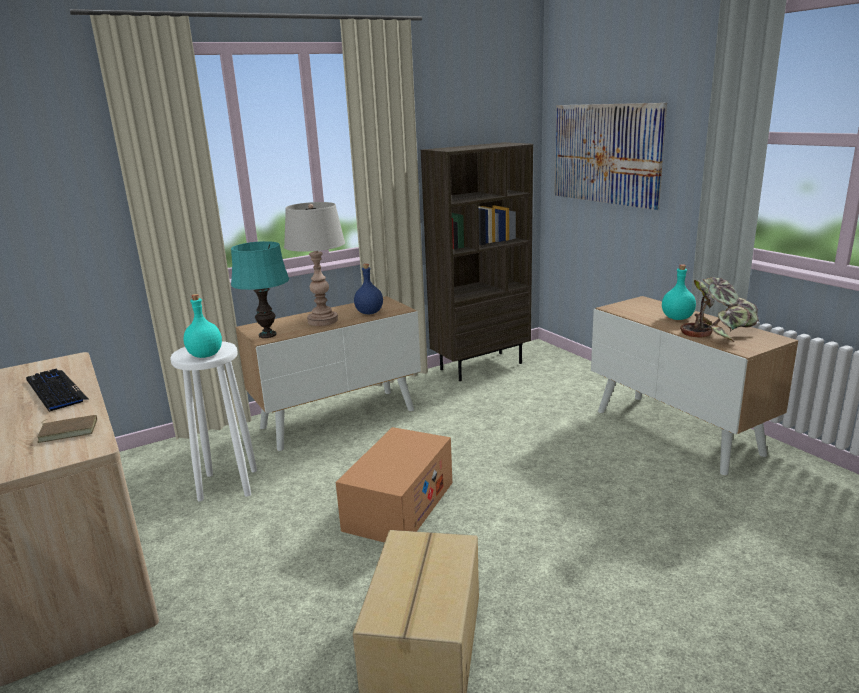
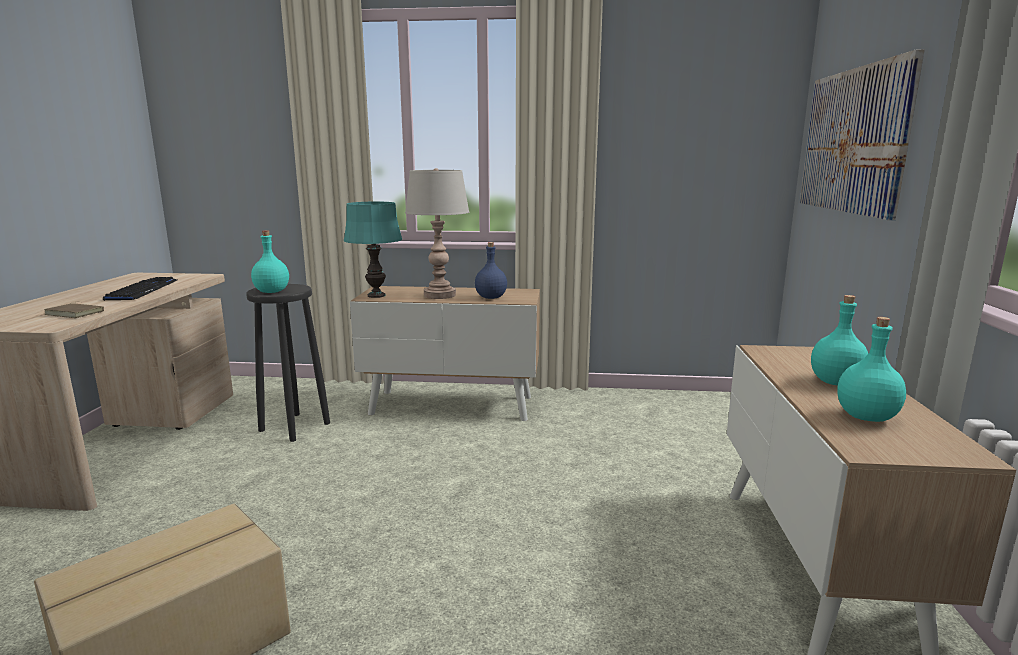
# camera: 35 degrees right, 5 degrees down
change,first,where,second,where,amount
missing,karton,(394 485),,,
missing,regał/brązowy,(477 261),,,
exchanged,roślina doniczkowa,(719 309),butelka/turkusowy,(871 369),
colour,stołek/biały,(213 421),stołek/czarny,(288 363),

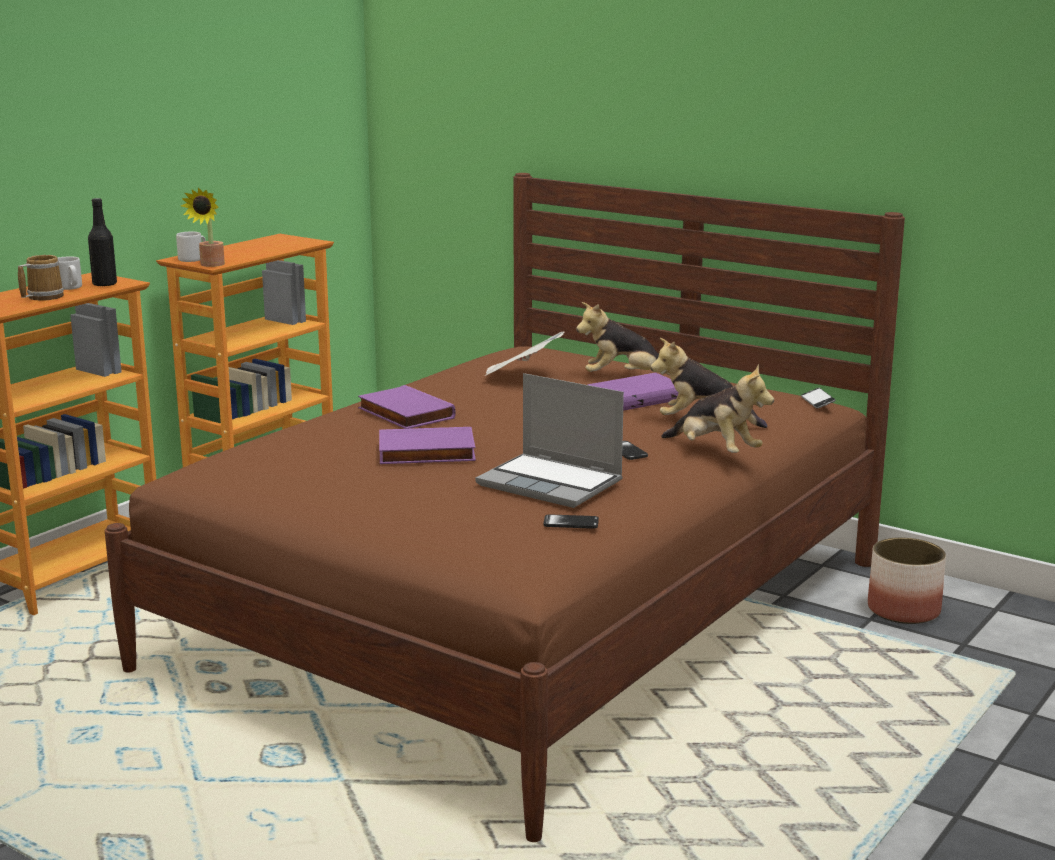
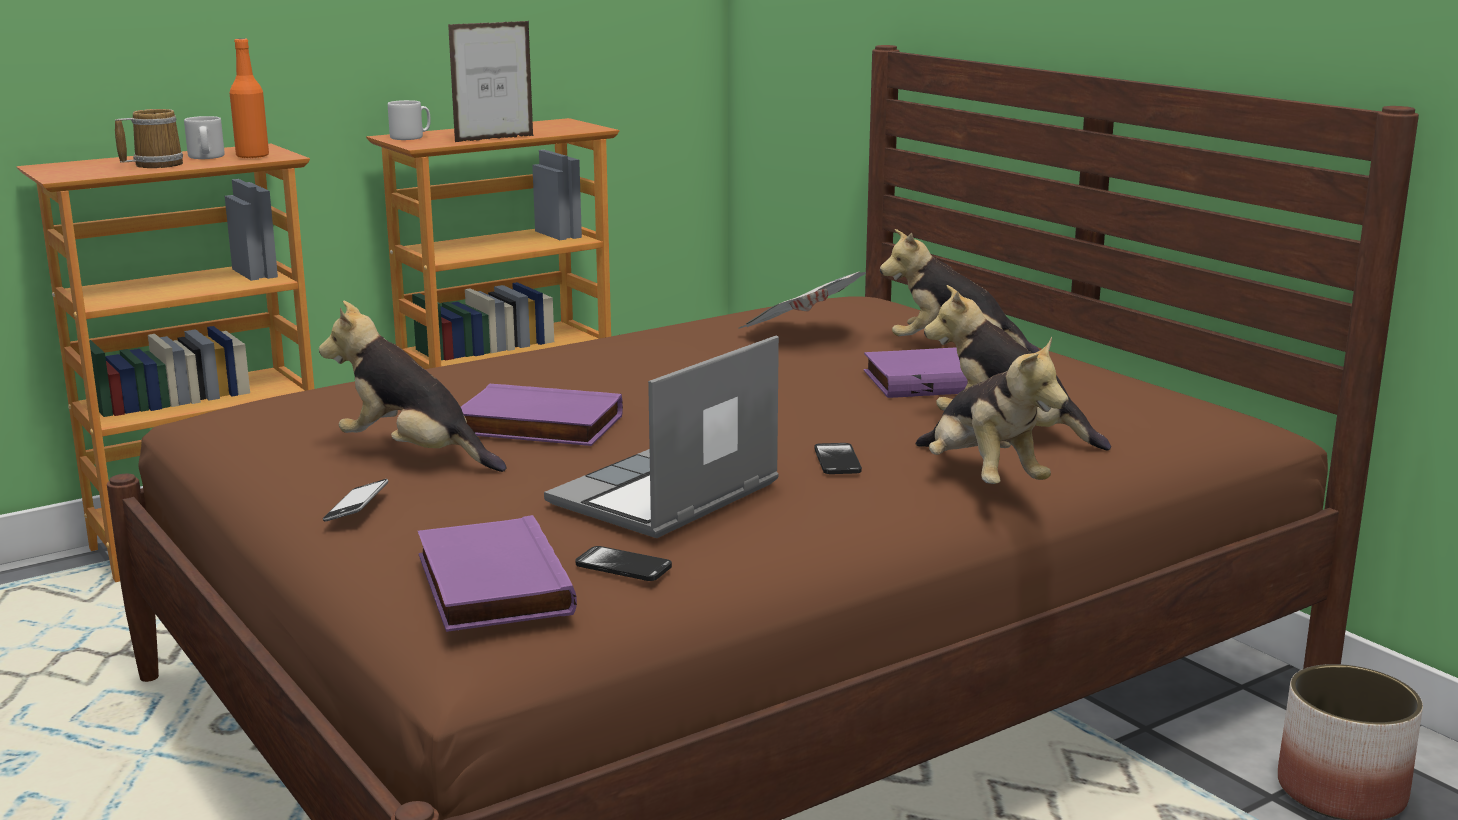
# camera: 20 degrees right, 0 degrees up
change,first,where,second,where,amount
missing,roślina doniczkowa,(203 227),,,
appeared,,,pluszak,(413 386),
appeared,,,ramka na zdjęcie,(491 81),
relocated,książka/fioletowy,(407 407),,(497 573),
relocated,telefon,(818 398),,(356 500),
colour,butelka/czarny,(102 242),butelka/pomarańczowy,(249 98),
spun,laptop,(550 440),,(661 437),75 degrees clockwise

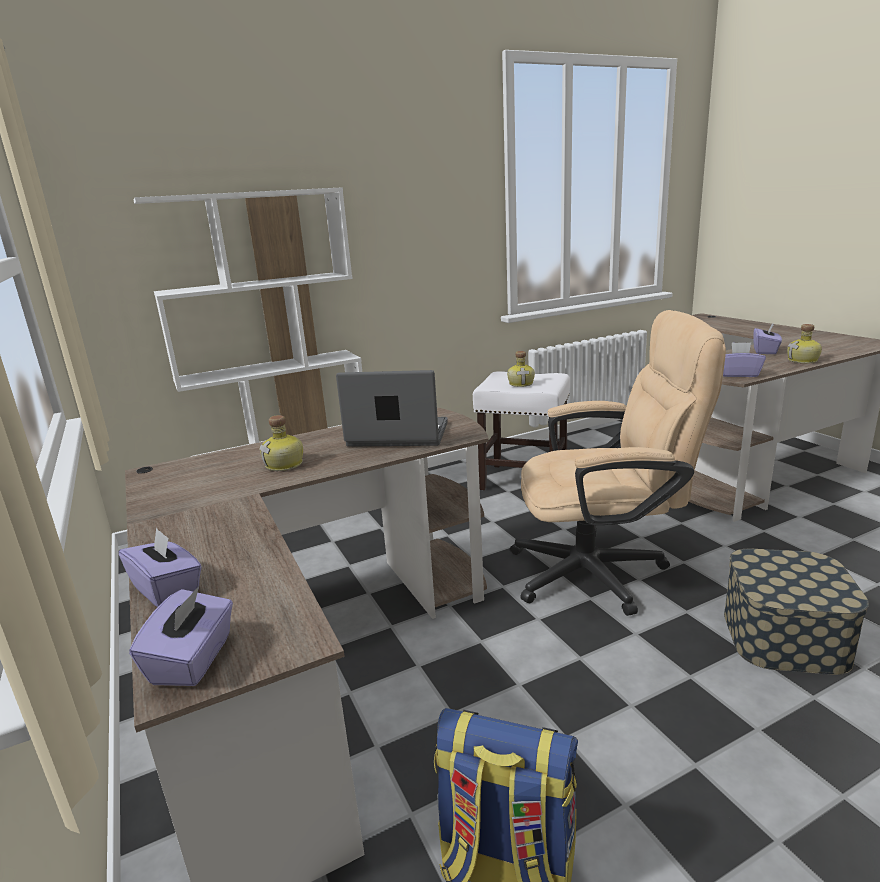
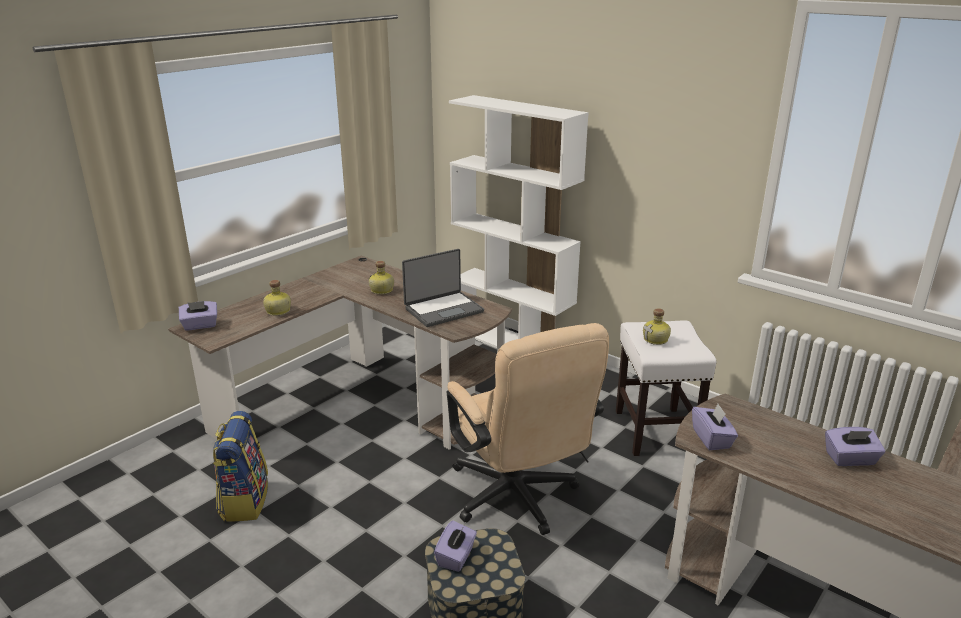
# camera: 65 degrees right, 5 degrees up
change,first,where,second,where,amount
relocated,pudełko chusteczek/fioletowy,(160 567),,(455 546),
relocated,butelka,(804 343),,(277 298),
spun,laptop,(392 408),,(443 288),75 degrees clockwise

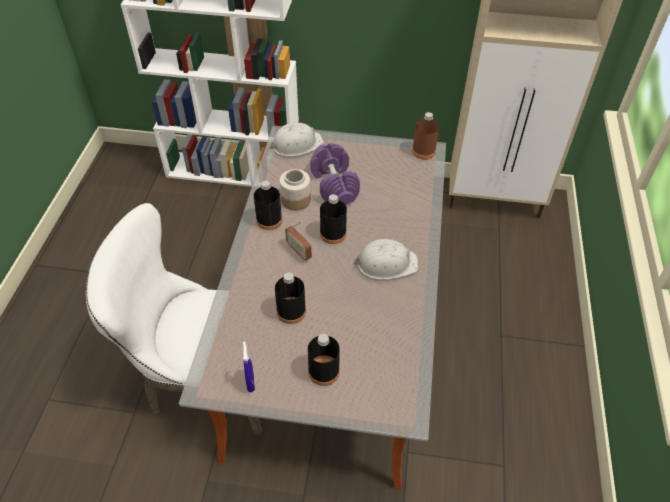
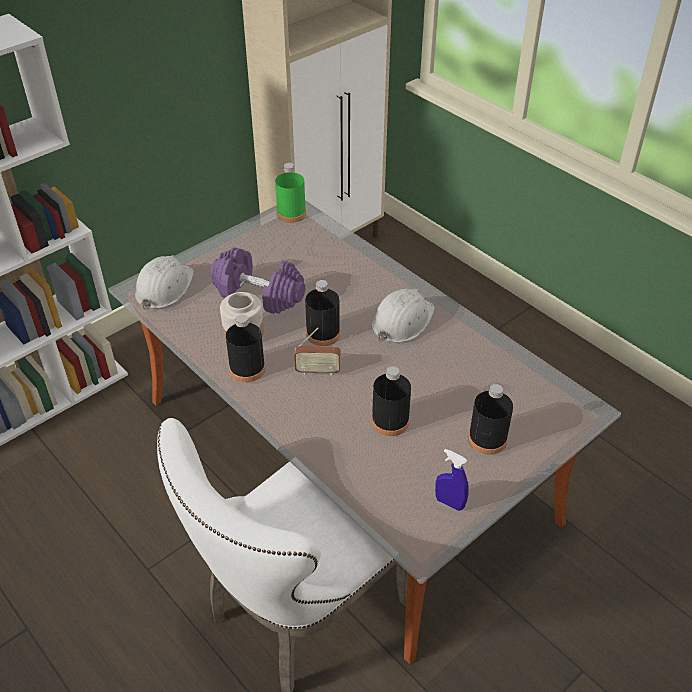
# camera: 50 degrees left, 5 degrees down
change,first,where,second,where,amount
colour,butelka/brązowy,(425 136),butelka/zielony,(290 193),

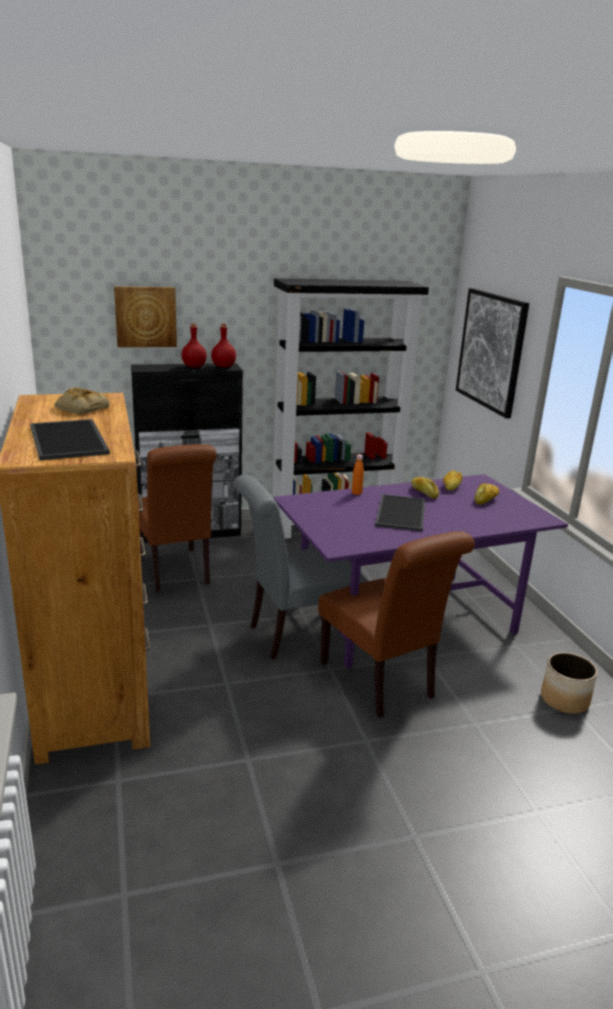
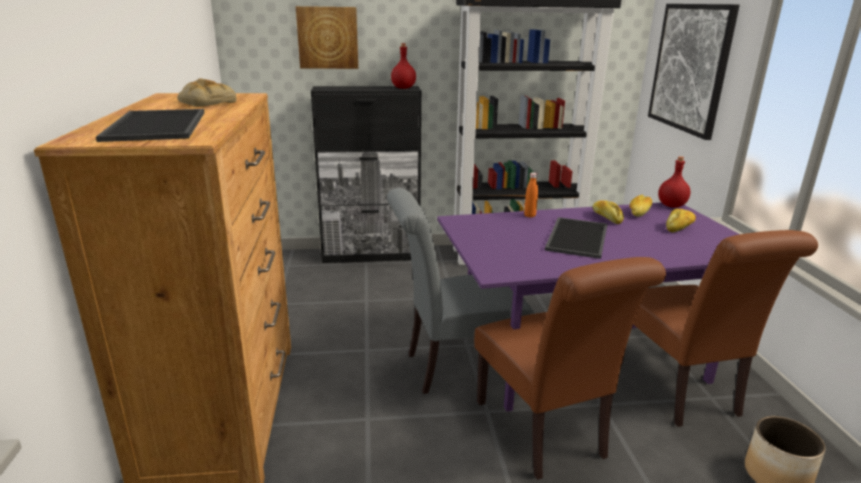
# camera: 10 degrees right, 0 degrees up
change,first,where,second,where,amount
relocated,krzesło/brązowy,(177 518),,(720 328),
relocated,butelka/czerwony,(194 345),,(674 182),

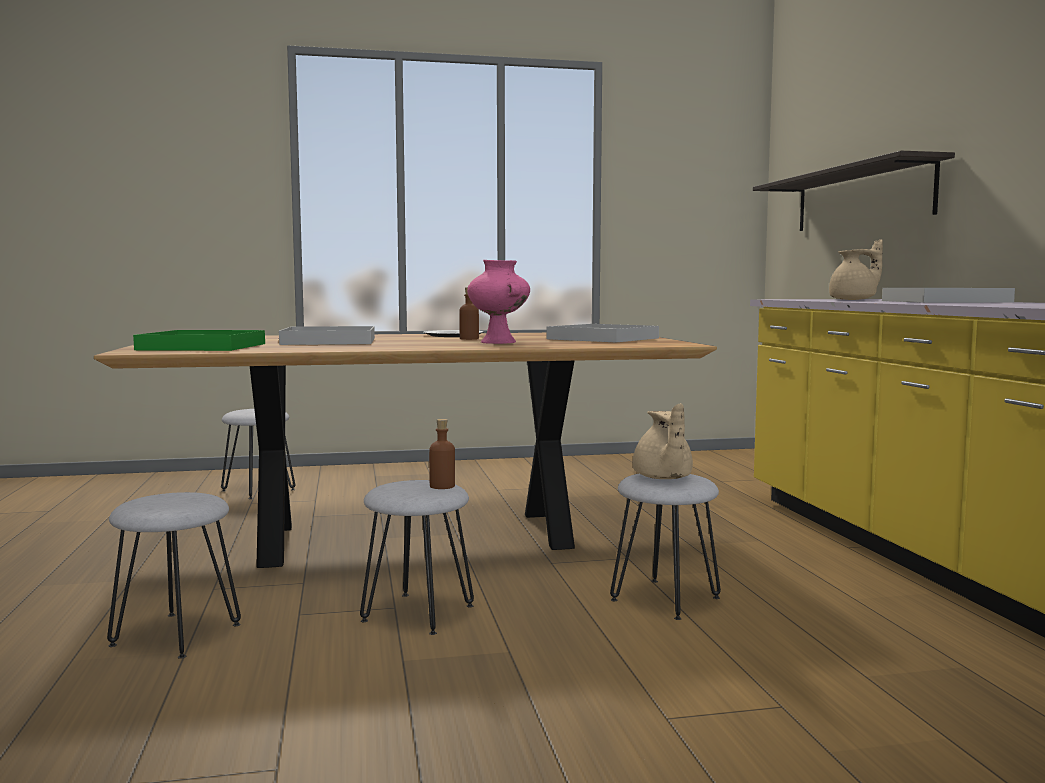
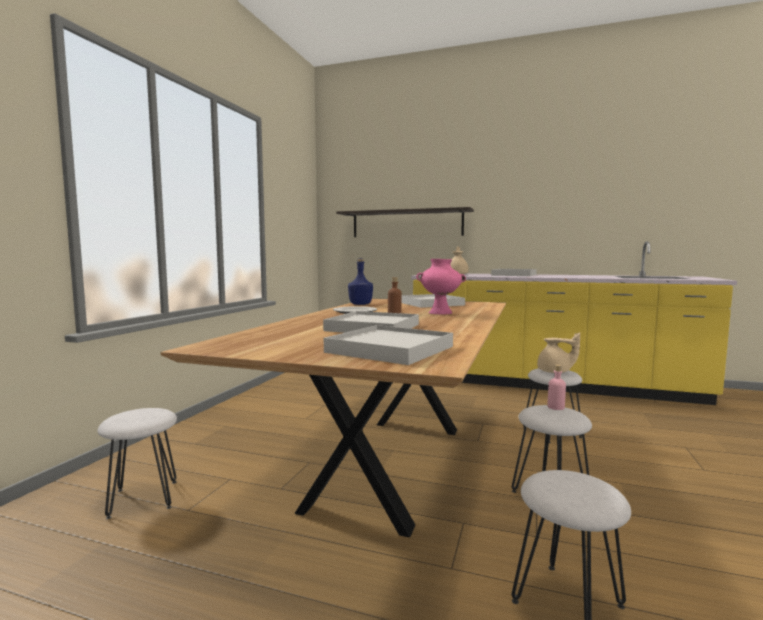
# camera: 60 degrees left, 0 degrees up
change,first,where,second,where,amount
appeared,,,butelka/niebieski,(360 281),
colour,taca/zielony,(199 340),taca/biały,(388 345),
colour,butelka/brązowy,(442 454),butelka/różowy,(556 387),

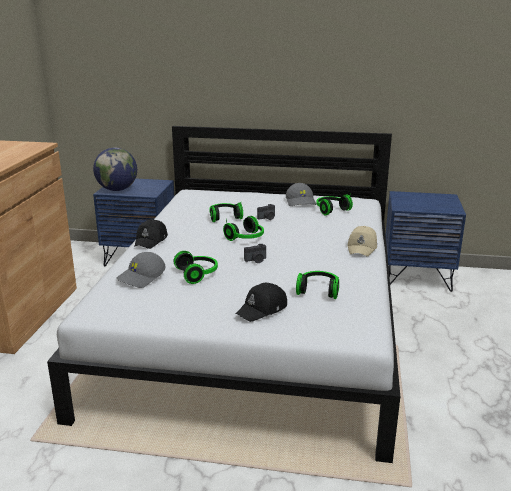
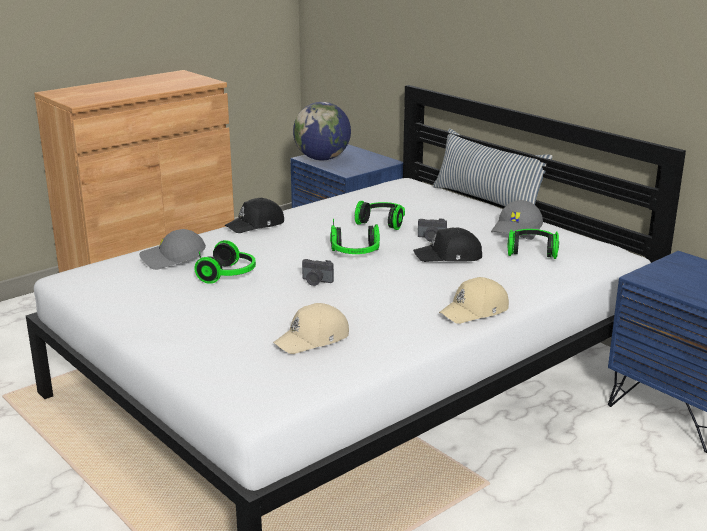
# camera: 40 degrees right, 0 degrees up
change,first,where,second,where,amount
appeared,,,poduszka,(493 167),
relocated,czapka z daszkiem/czarny,(261 302),,(447 245),
exchanged,słuchawki,(317 285),czapka z daszkiem/beżowy,(311 328),

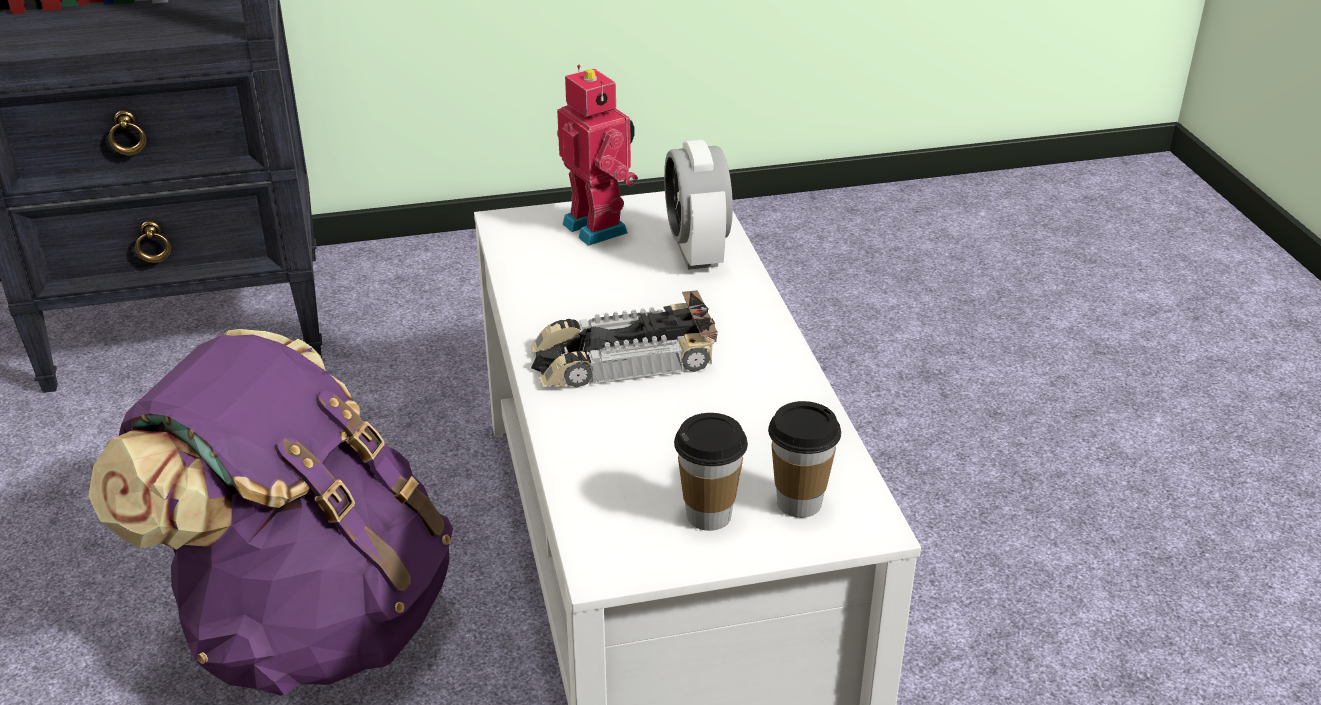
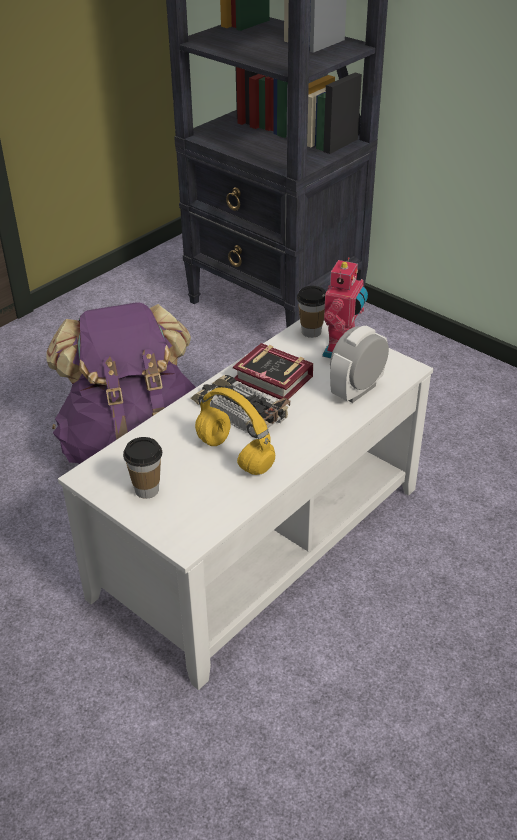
# camera: 55 degrees right, 5 degrees up
change,first,where,second,where,amount
appeared,,,słuchawki/żółty,(235 431),
appeared,,,książka,(273 371),
relocated,filiżanka,(804 459),,(311 312),

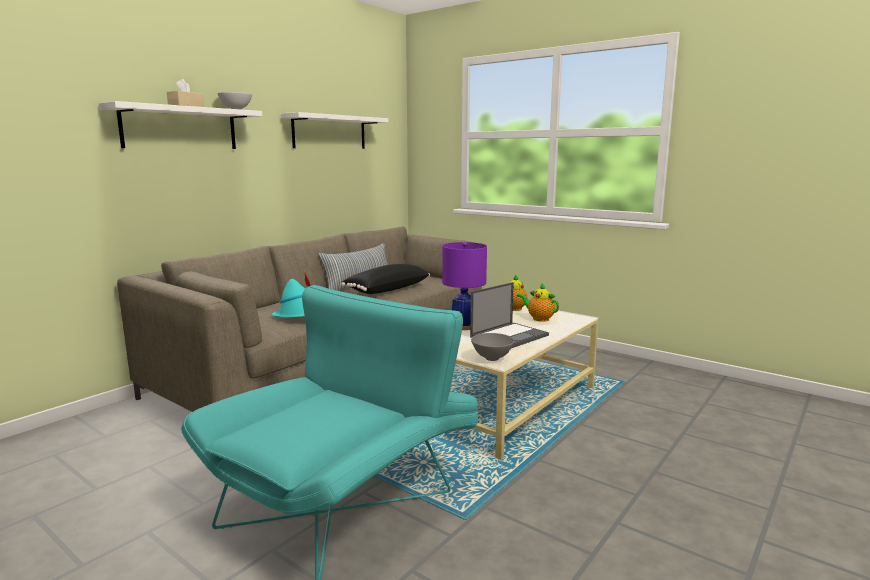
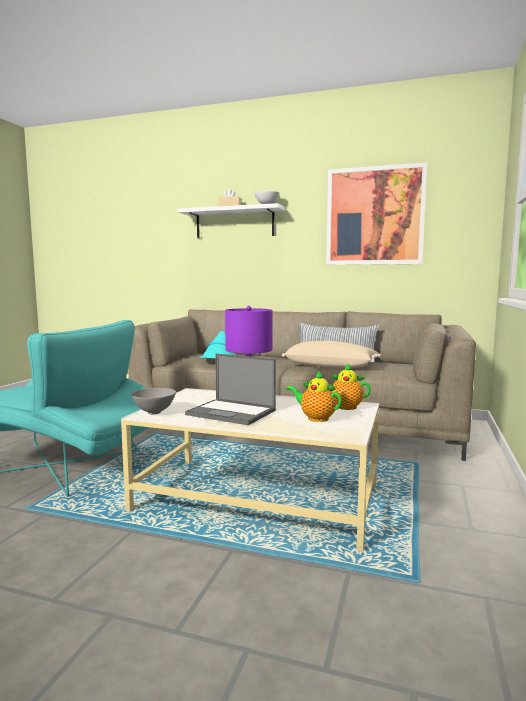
# camera: 70 degrees right, 5 degrees down
change,first,where,second,where,amount
exchanged,półka/biały,(334 130),obraz,(376 213),
colour,poduszka/czarny,(385 279),poduszka/beżowy,(331 354),
spun,imbryk,(538 302),,(314 396),75 degrees counterclockwise

